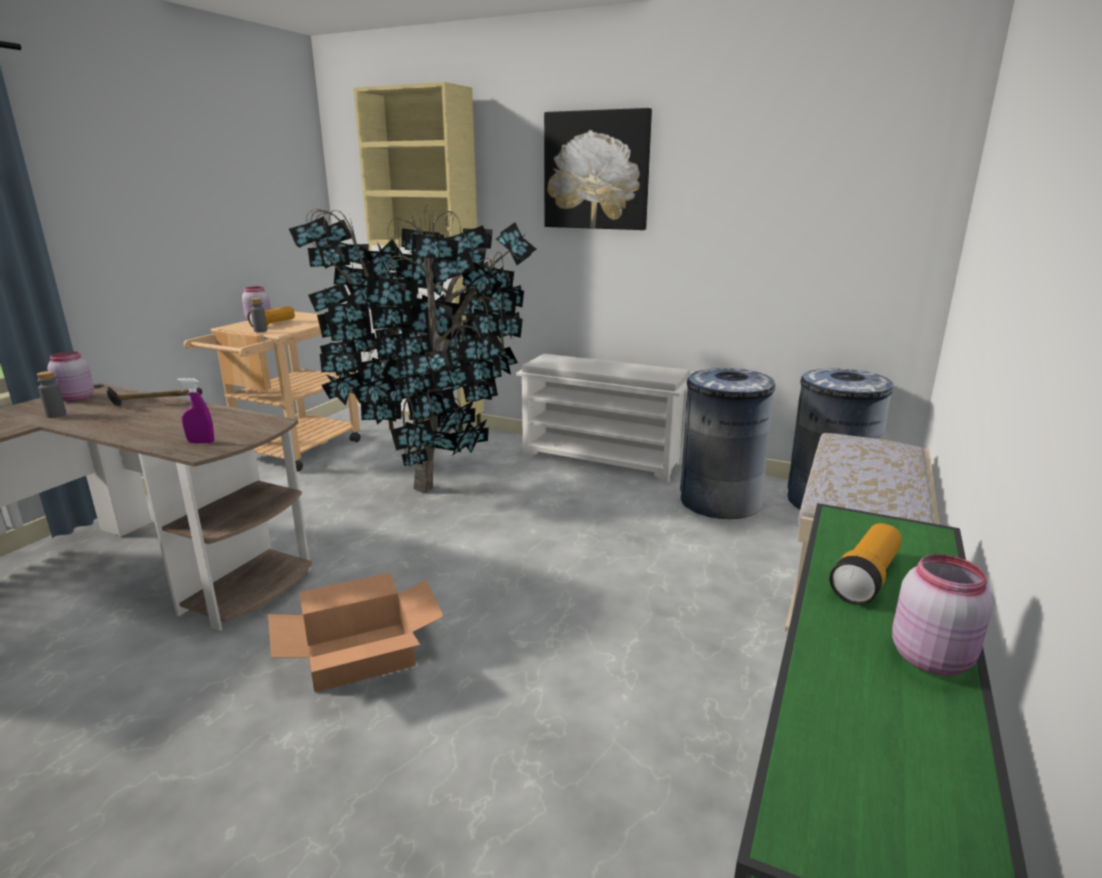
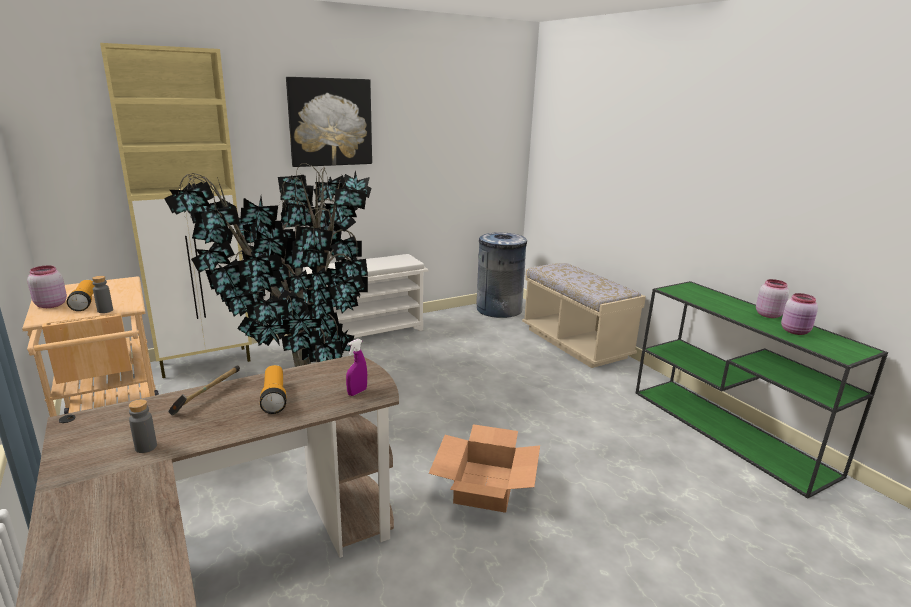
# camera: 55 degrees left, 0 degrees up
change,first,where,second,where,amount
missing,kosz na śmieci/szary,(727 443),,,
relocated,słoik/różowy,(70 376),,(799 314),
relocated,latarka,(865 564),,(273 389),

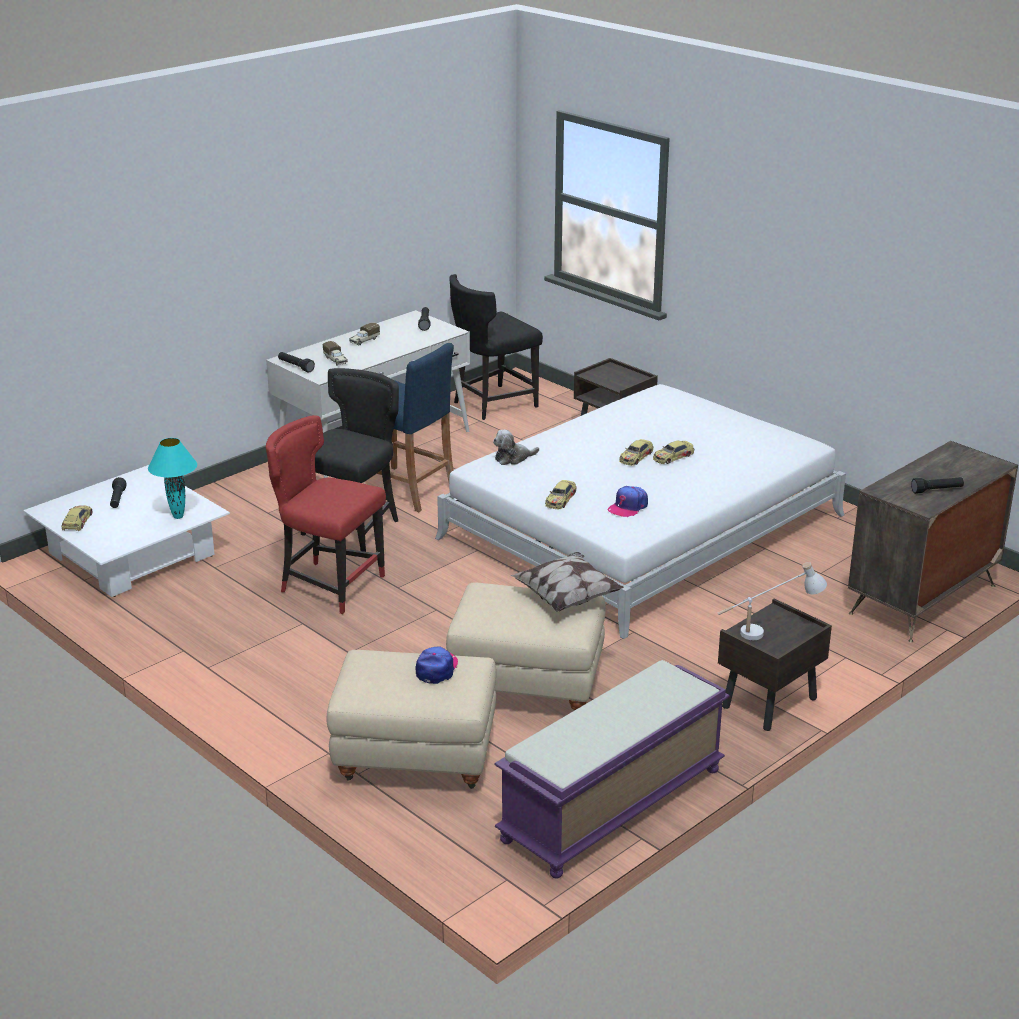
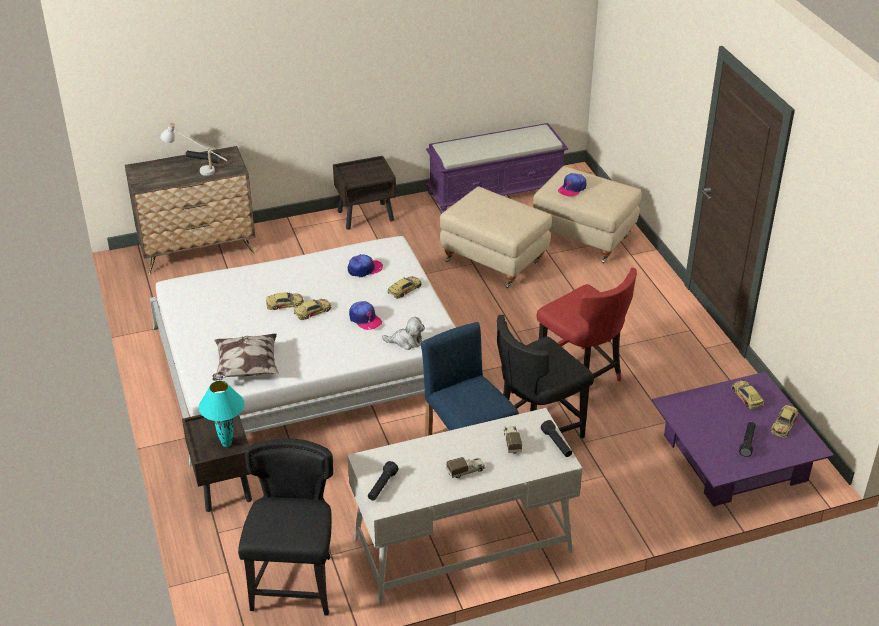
# camera: 155 degrees left, 10 degrees up
change,first,where,second,where,amount
appeared,,,czapka z daszkiem,(365 315),
appeared,,,samochodzik,(748 395),
relocated,lampa stołowa/turkusowy,(172 478),,(221 414),
relocated,poduszka,(567 582),,(245 357),
relocated,lampa stołowa/biały,(772 601),,(193 149),
colour,ława/biały,(126 531),ława/fioletowy,(743 439),
spun,krzesło/czarny,(496 347),,(285 526),75 degrees counterclockwise

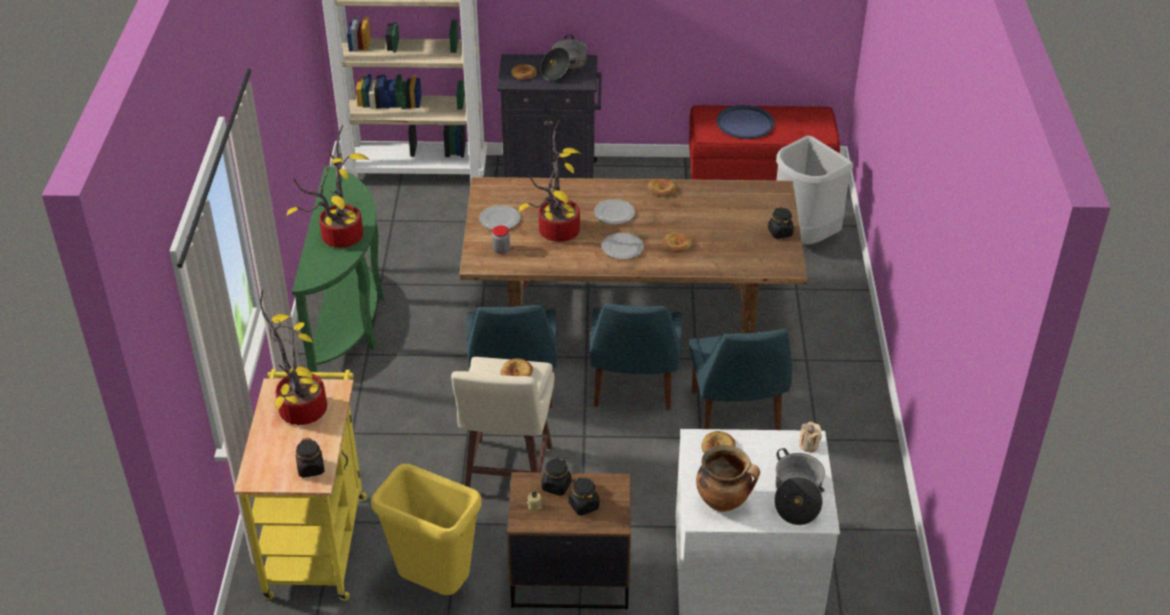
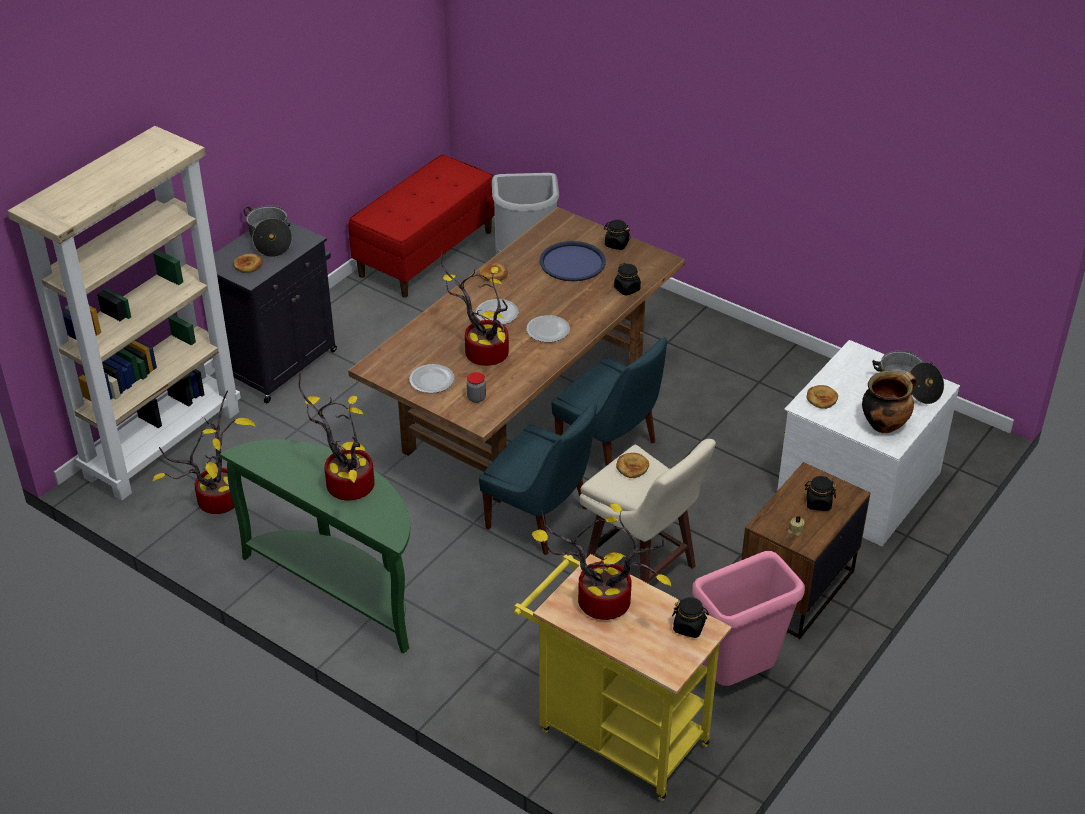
# camera: 55 degrees left, 0 degrees up
change,first,where,second,where,amount
missing,chleb,(677 242),,,
missing,krzesło/niebieski,(740 379),,,
missing,świeca/beżowy,(810 437),,,
appeared,,,roślina doniczkowa,(204 452),
relocated,słoik/czarny,(556 476),,(627 279),
relocated,taca/niebieski,(745 122),,(573 261),
colour,kosz na śmieci/żółty,(426 529),kosz na śmieci/różowy,(748 618),

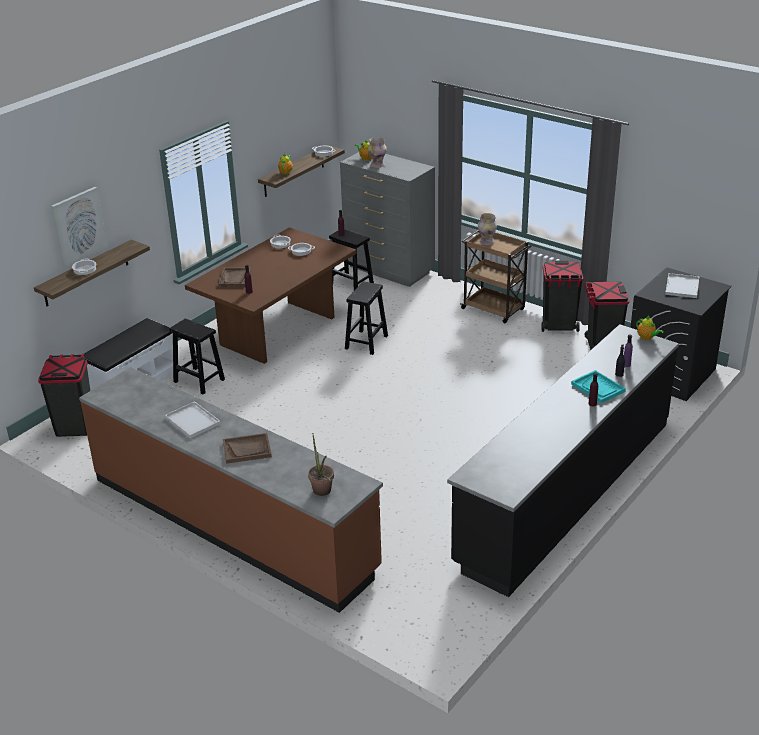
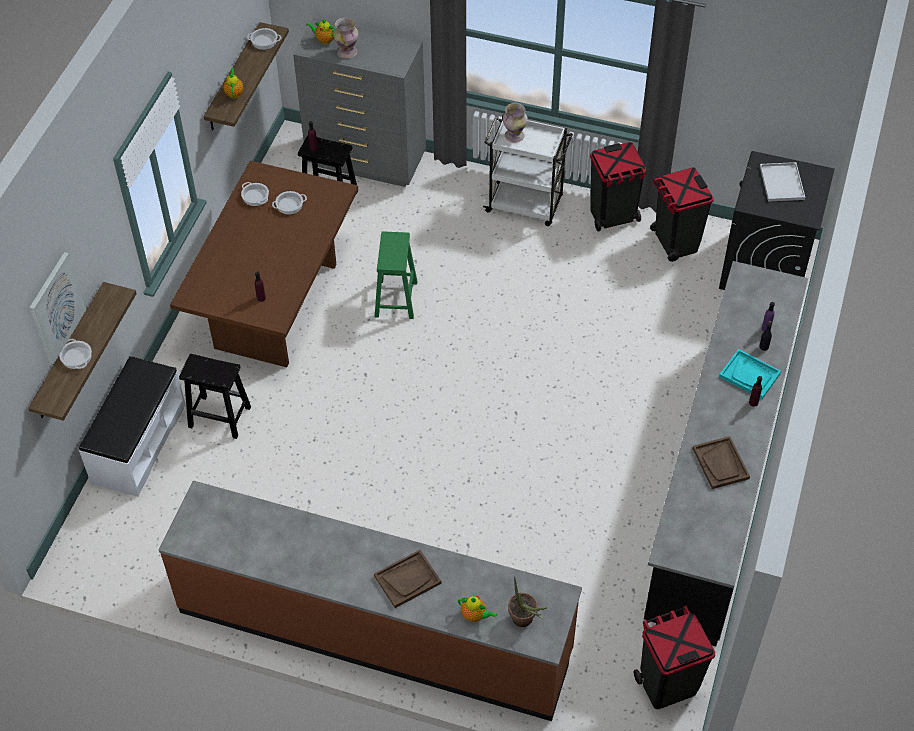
# camera: 20 degrees left, 20 degrees up
change,first,where,second,where,amount
missing,taca/biały,(193 419),,,
relocated,kosz na śmieci/czarny,(64 395),,(674 657),
relocated,taca/brązowy,(234 277),,(721 462),
relocated,imbryk,(650 328),,(477 609),
colour,stołek/czarny,(366 318),stołek/zielony,(396 275),
colour,wózek/brązowy,(496 276),wózek/biały,(528 170),

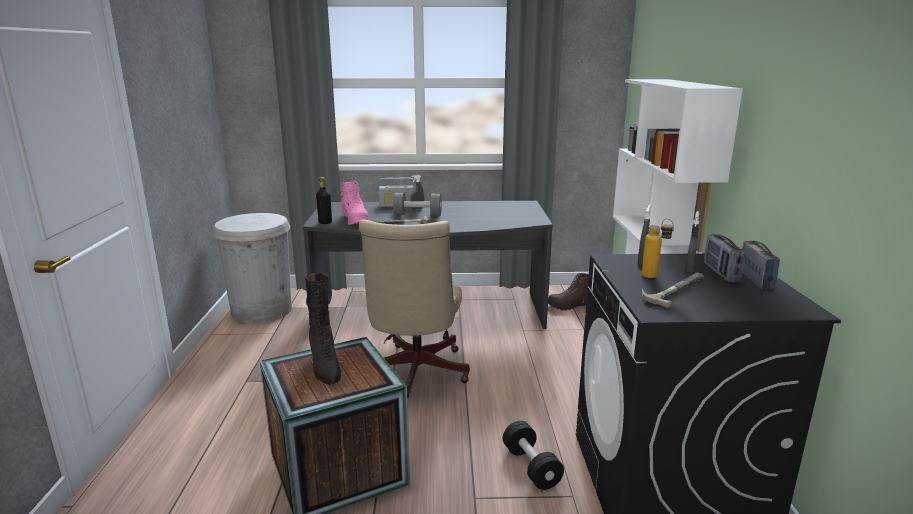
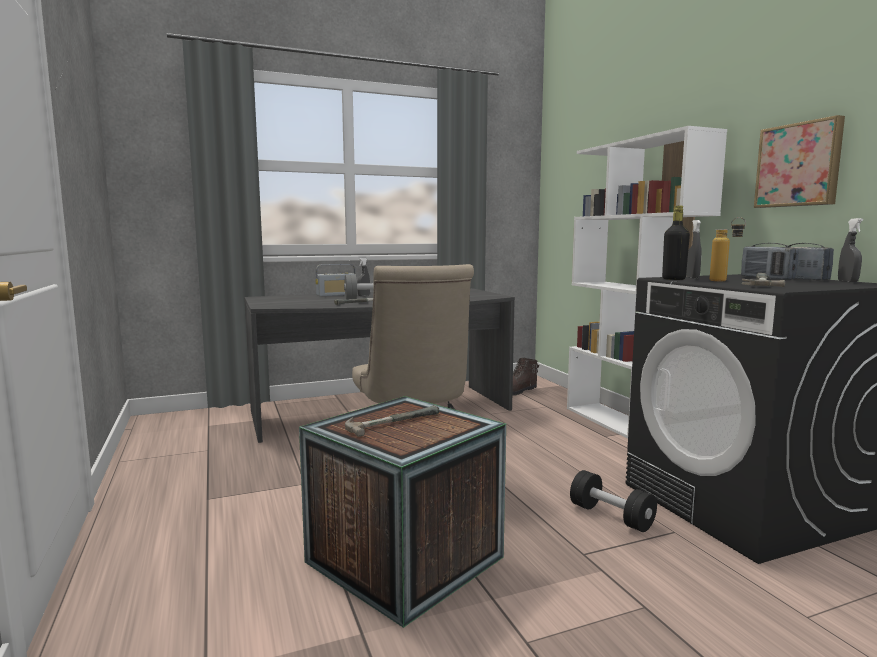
# camera: 20 degrees left, 10 degrees down
change,first,where,second,where,amount
missing,kosz na śmieci/biały,(252 268),,,
missing,but z cholewką/różowy,(354 203),,,
appeared,,,obraz,(799 161),
relocated,butelka/czarny,(324 200),,(676 243),
relocated,spryskiwacz/szary,(692 242),,(850 250),
exchanged,but z cholewką/czarny,(323 329),młotek,(392 421),

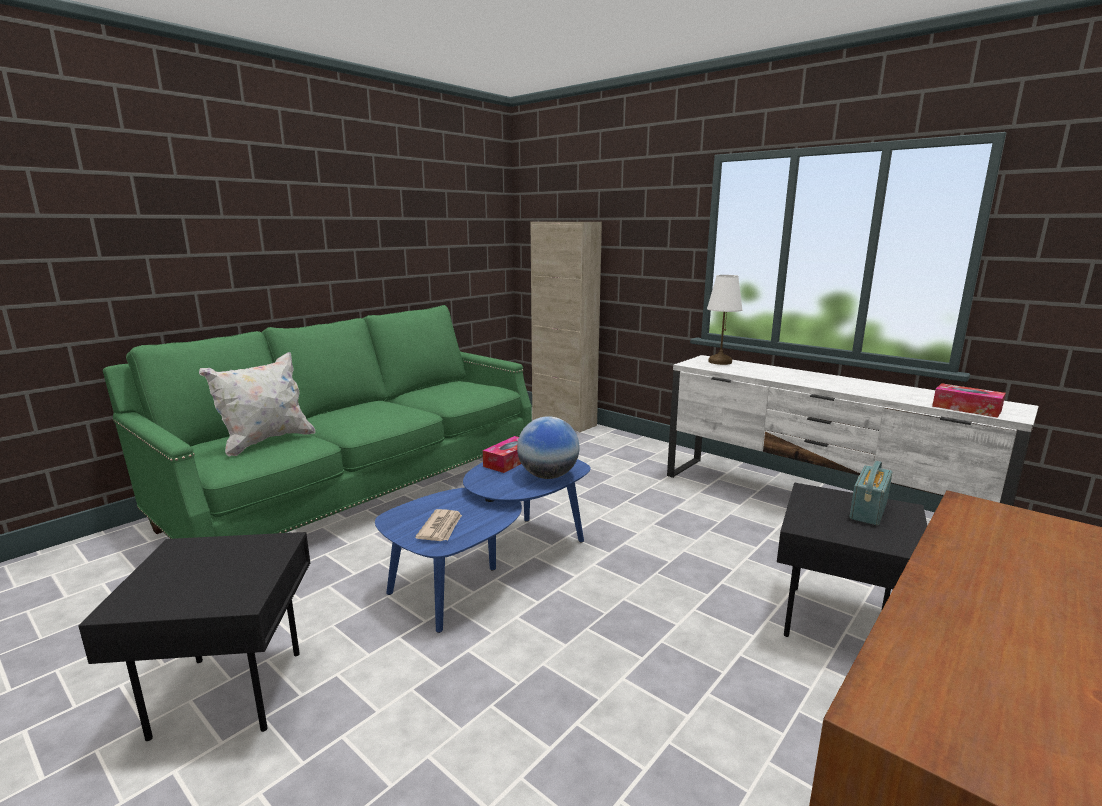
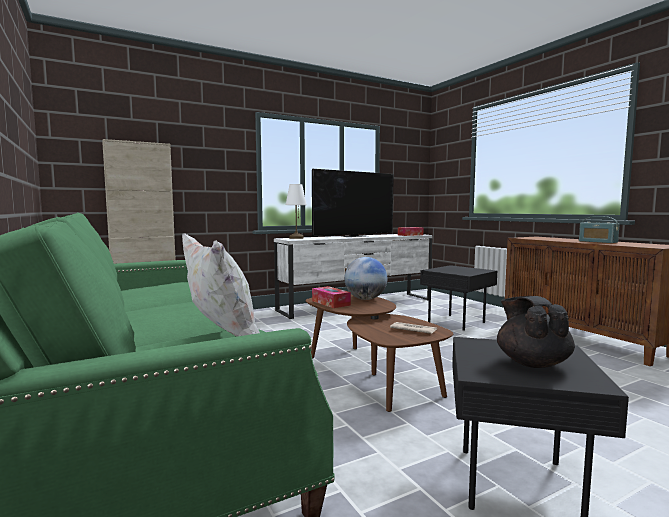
# camera: 70 degrees left, 10 degrees down
change,first,where,second,where,amount
appeared,,,telewizor,(353 203),
appeared,,,imbryk/czarny,(536 332),
relocated,radio,(870 493),,(599 229),
colour,ława/niebieski,(483 546),ława/brązowy,(379 353),

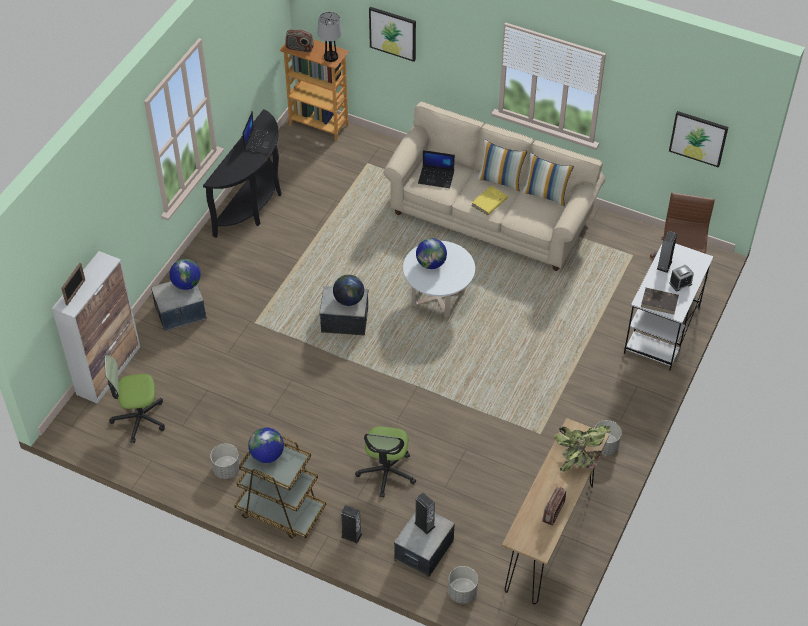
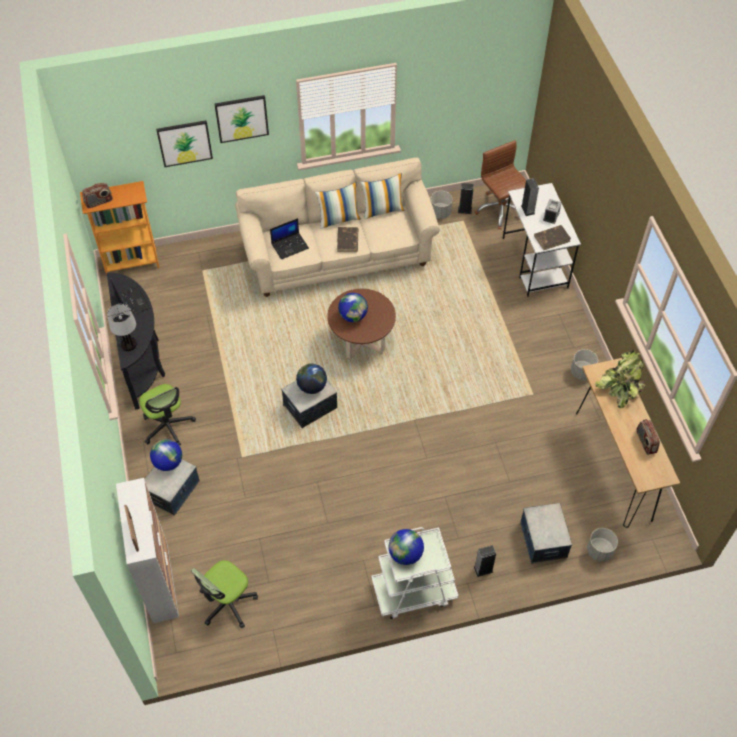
# camera: 40 degrees left, 5 degrees up
change,first,where,second,where,amount
relocated,donica/szary,(225 461),,(441 205),
relocated,lampa stołowa,(330 37),,(122 327),
relocated,krzesło biurowe,(385 461),,(167 415),
relocated,głośnik,(424 513),,(466 198),
relocated,obraz,(698 139),,(241 119),
colour,wózek/brązowy,(280 487),wózek/biały,(415 573),
colour,ława/biały,(439 279),ława/brązowy,(361 324),
colour,książka/żółty,(490 200),książka/brązowy,(347 239),

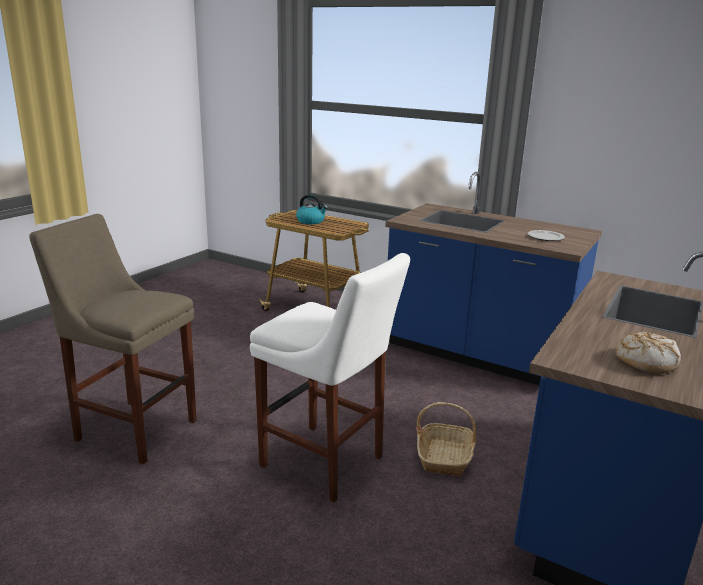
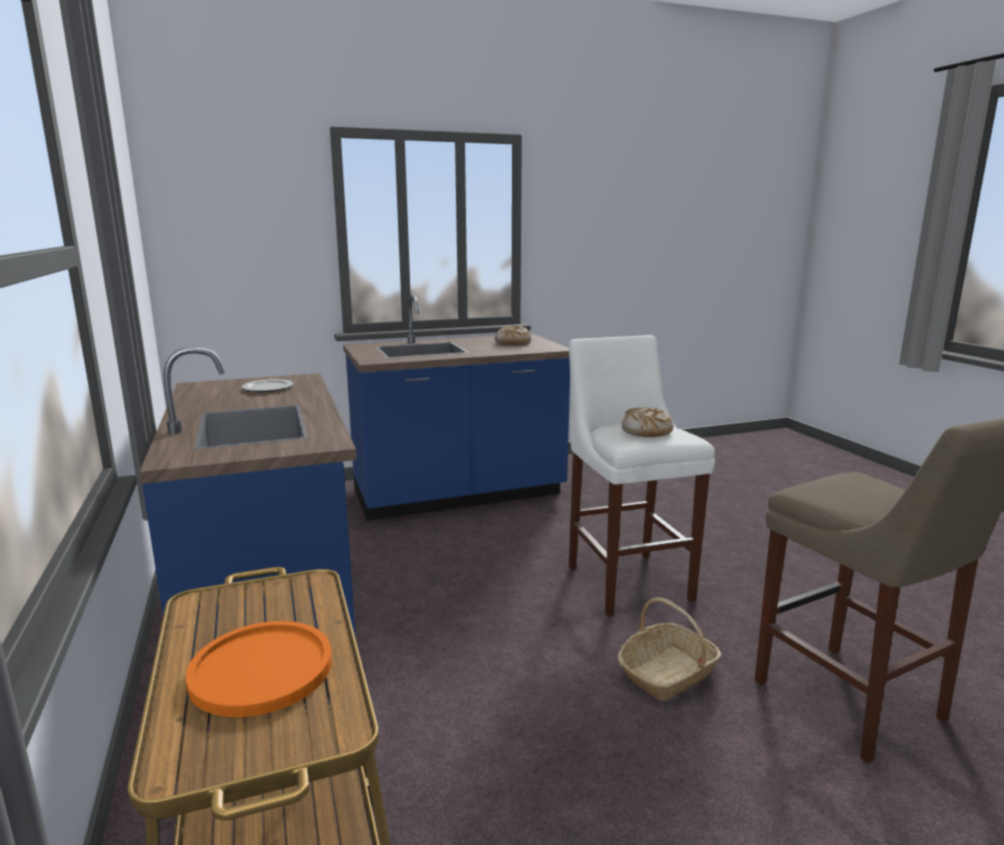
# camera: 140 degrees left, 5 degrees down
change,first,where,second,where,amount
appeared,,,chleb,(647 422),
relocated,koszyk,(446 439),,(669 648),
exchanged,czajnik,(312 209),talerz/pomarańczowy,(259 669),

